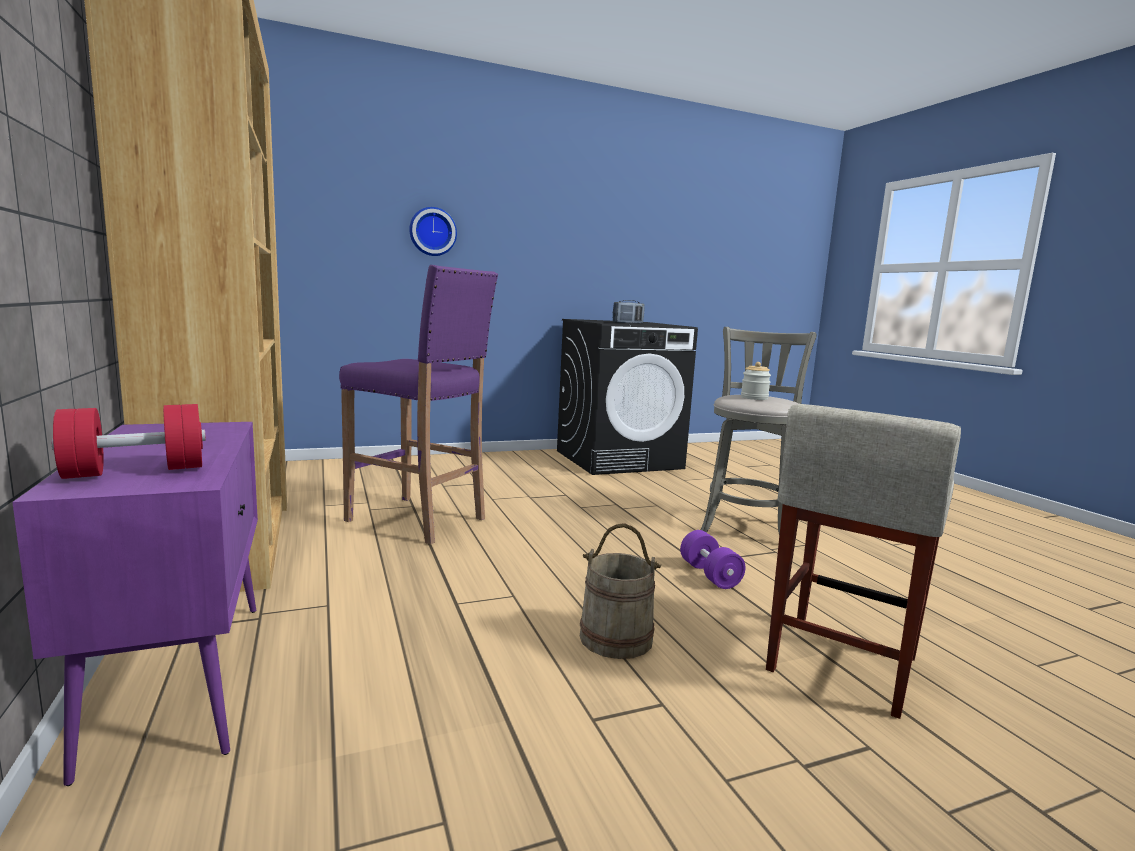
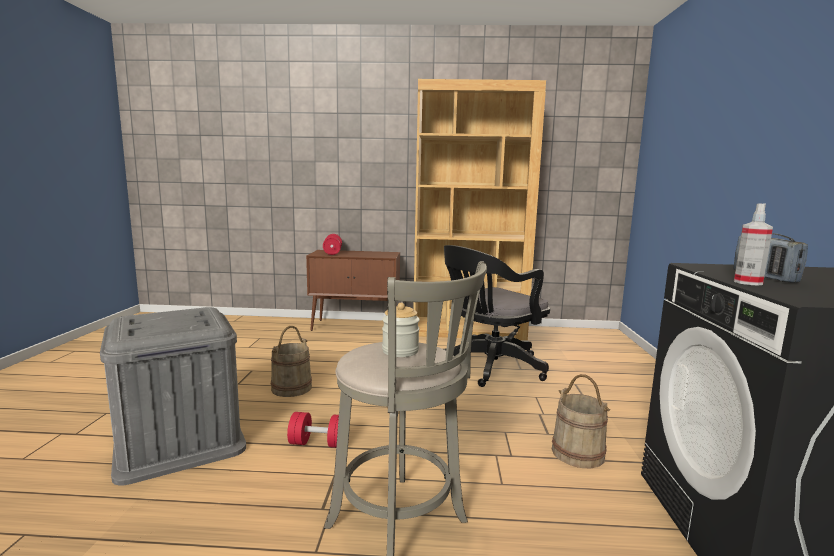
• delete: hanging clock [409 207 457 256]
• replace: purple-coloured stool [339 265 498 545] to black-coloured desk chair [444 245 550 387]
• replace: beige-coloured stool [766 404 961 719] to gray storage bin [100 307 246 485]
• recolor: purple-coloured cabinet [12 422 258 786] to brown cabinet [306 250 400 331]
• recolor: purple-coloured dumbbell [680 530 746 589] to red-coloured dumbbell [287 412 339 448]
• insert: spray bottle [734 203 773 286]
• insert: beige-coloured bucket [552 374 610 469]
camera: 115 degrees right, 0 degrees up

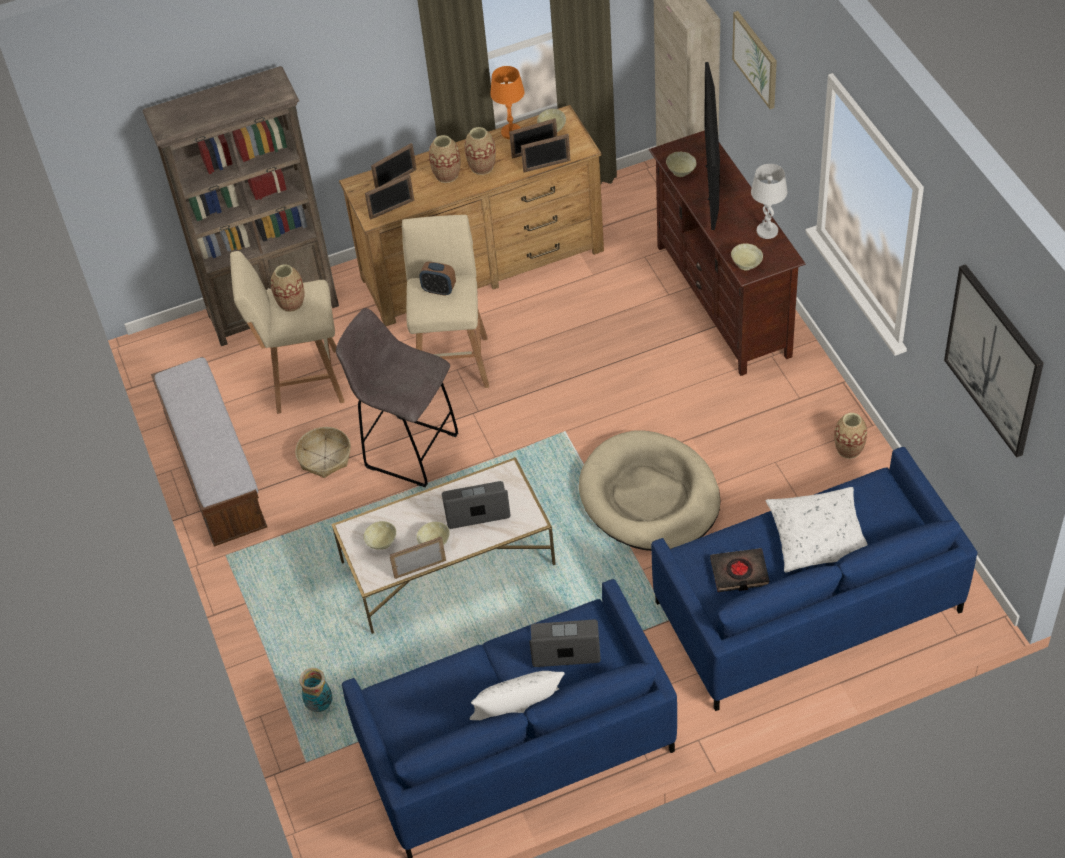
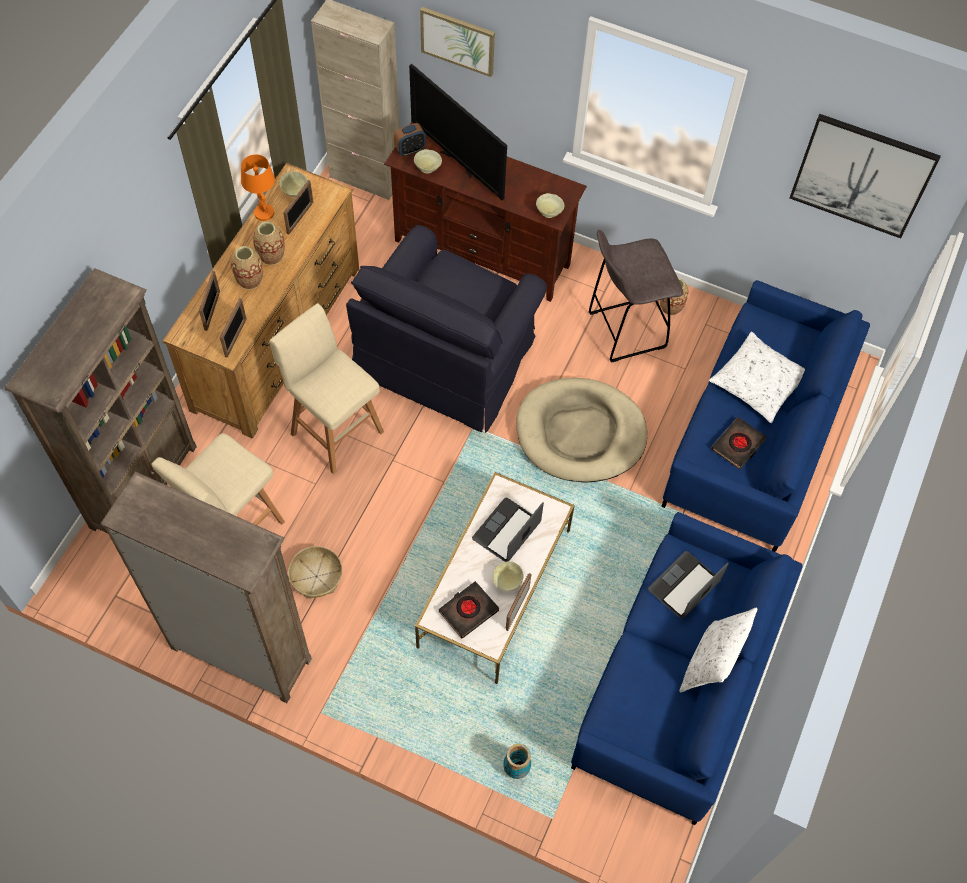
• delete: photo frame [521 134 570 173]
• delete: white lamp for a table [751 164 788 239]
• move: alarm clock [419 262 456 296] to [394 123 426 156]
• delete: vase [271 264 304 312]
• move: gray stool [336 308 458 487] to [588 230 684 363]
• replace: bench [151 357 267 546] to brown bookcase [100 471 312 703]
• replace: beige-coloured bowl [364 521 396 550] to black-coloured volume [439 581 499 639]
• insert: black-coloured lounge chair [346 225 547 433]
camera: 50 degrees left, 10 degrees up

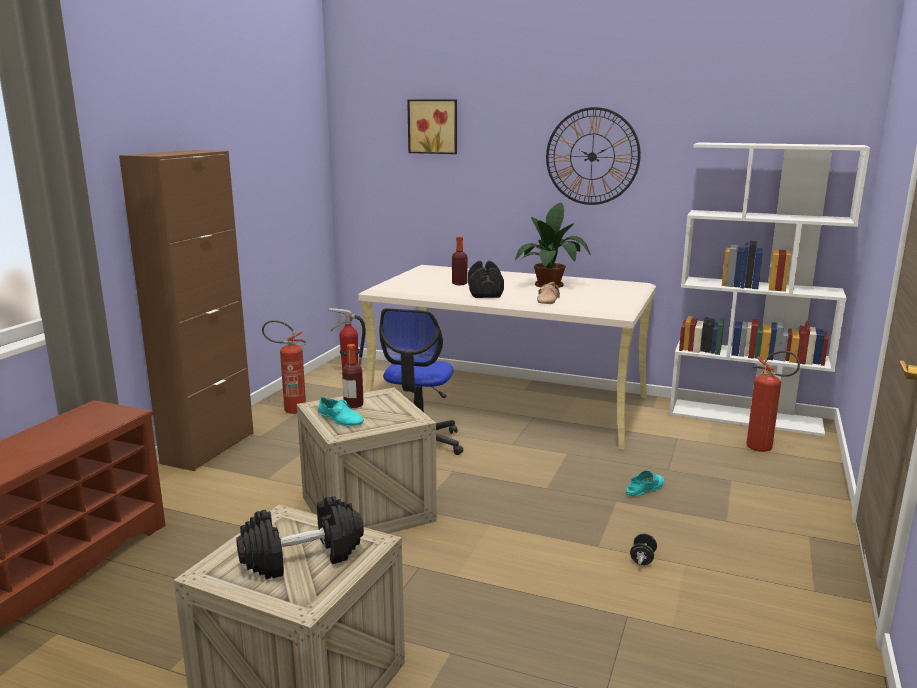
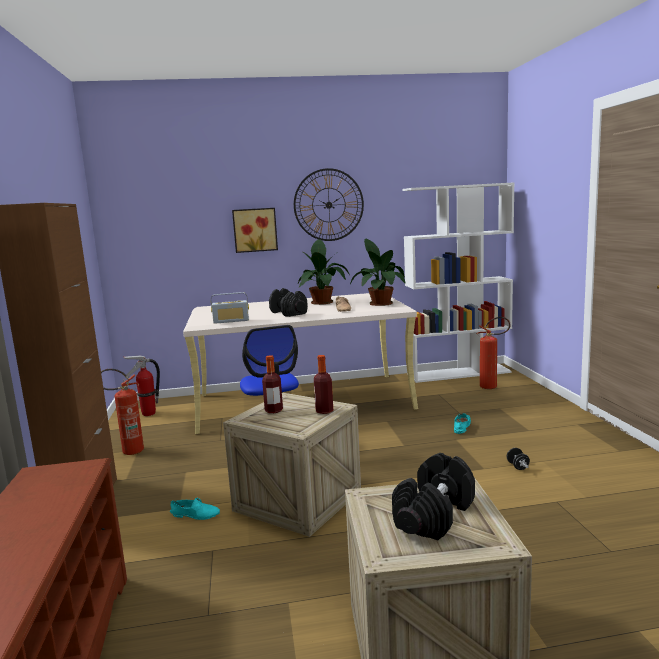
• move: wall art [407 99 457 154] to [232 208 278 253]
• move: bottle [452 236 467 286] to [314 355 333 414]
• move: turquoise shoe [318 397 364 426] to [170 498 220 520]
• insert: plant in a pot [350 238 405 306]
• insert: radio set [211 292 249 324]
camera: 30 degrees left, 5 degrees down

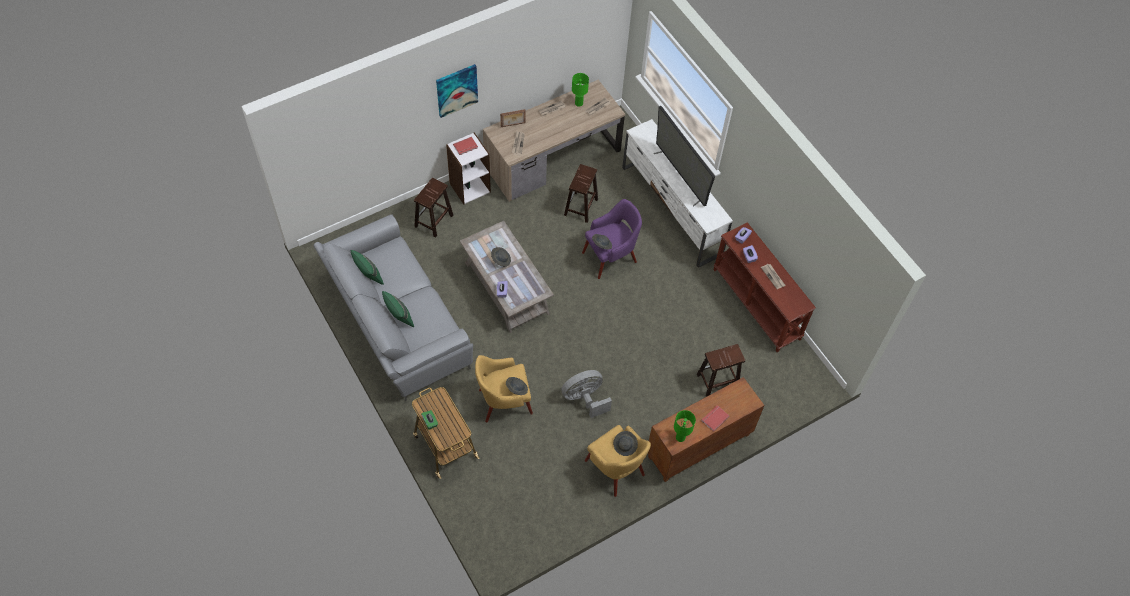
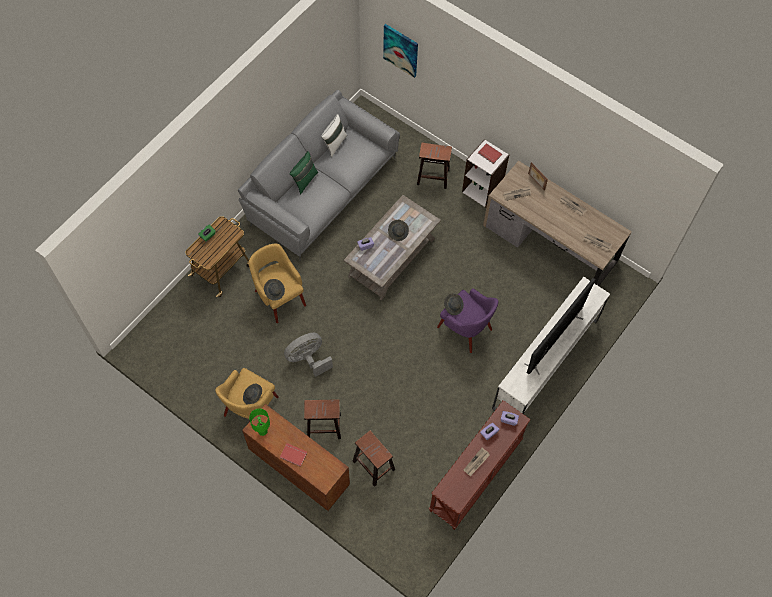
• move: wall art [436 64 478 118] to [383 24 418 78]
• delete: green lamp for a table [572 73 589 107]
• move: brown stool [564 164 598 223] to [304 399 341 439]
• recolor: green cushion [351 250 384 285] to white cushion [321 114 347 157]
• rotate: gray cooling fan [561 370 612 418] = [284 333 333 377] 75 degrees counterclockwise
camera: 70 degrees right, 5 degrees up

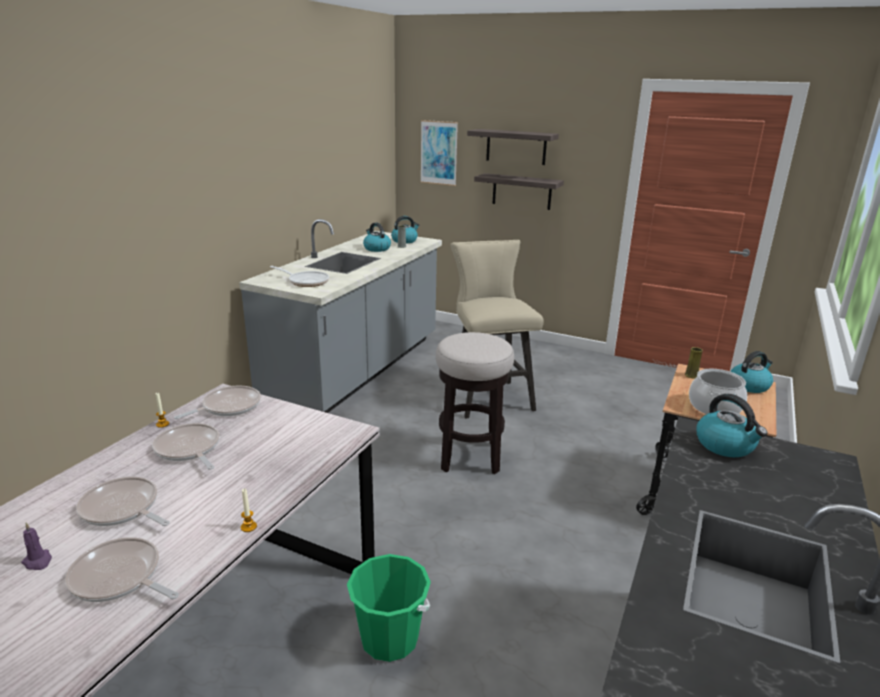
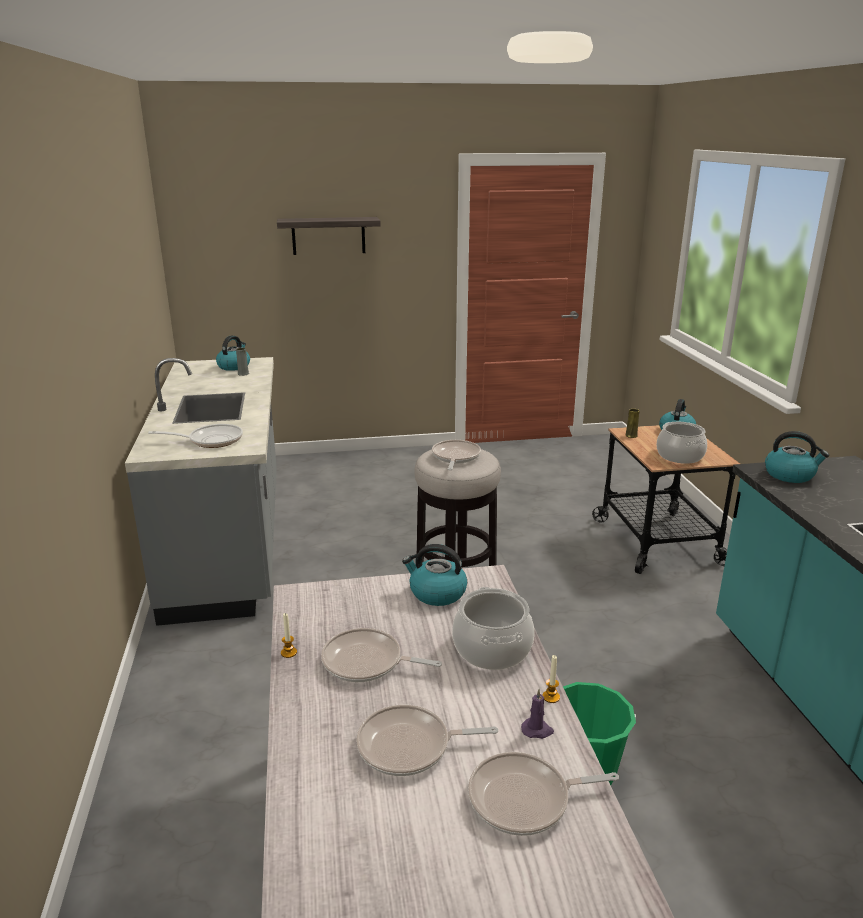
• delete: wall art [420 120 458 186]
• delete: shelf [474 173 564 210]
• move: kettle [363 222 391 252] to [402 544 467 606]
• delete: beige-coloured stool [450 240 544 419]
• move: pan [174 385 261 419] to [432 440 481 470]
• move: purple-coloured candle [21 522 52 570] to [521 689 554 739]
• insert: saucepot [452 587 534 670]
camera: 35 degrees left, 0 degrees up

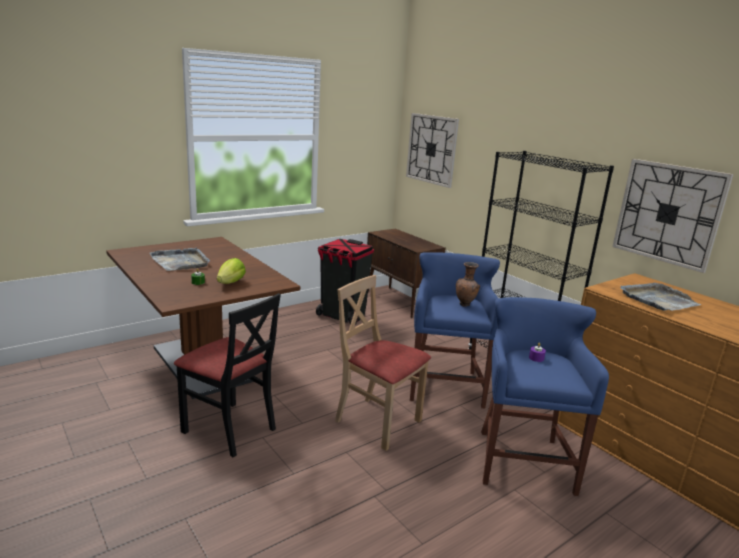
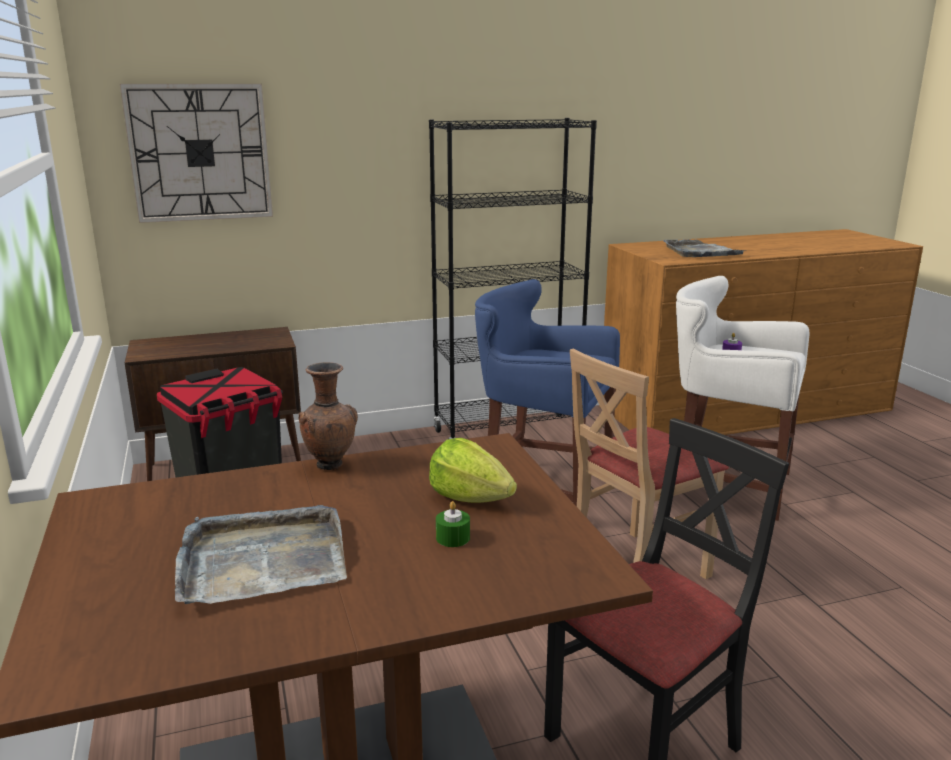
• delete: hanging clock [612 159 734 273]
• move: brown vase [456 262 480 307] to [298 362 358 470]
• recolor: blue-coloured stool [481 297 609 496] to white stool [676 276 809 521]
camera: 70 degrees left, 0 degrees up

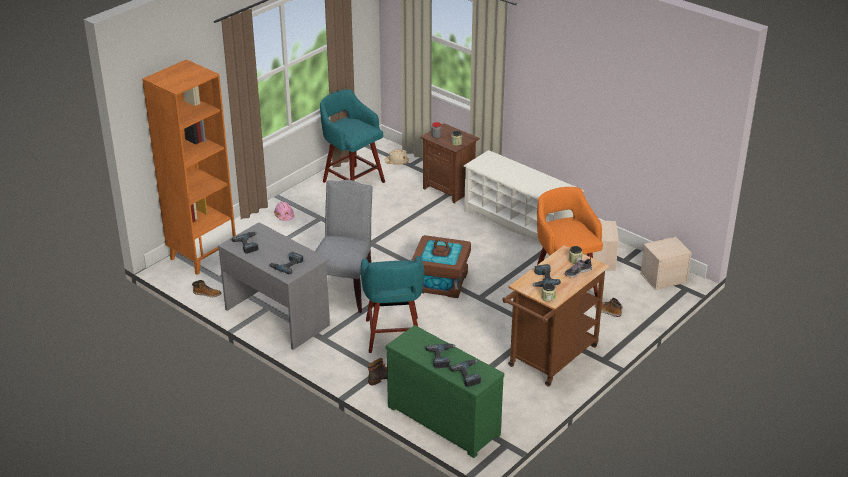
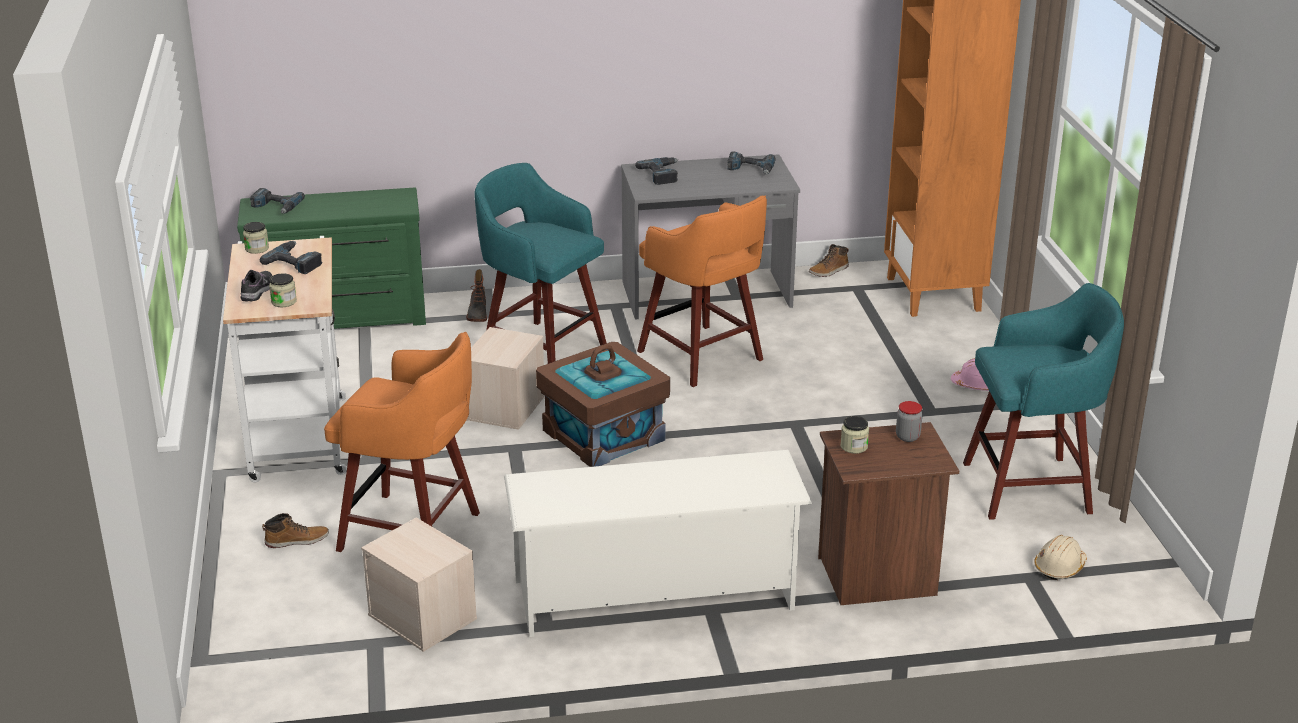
• replace: gray chair [315 180 372 313] to orange-coloured stool [637 195 767 387]
• move: beige-coloured storage bin [640 237 692 290] to [467 327 545 430]
• recolor: brown trolley [502 245 609 387] to white trolley [223 236 347 482]
• delete: electric drill [425 343 456 368]
camera: 130 degrees right, 5 degrees down

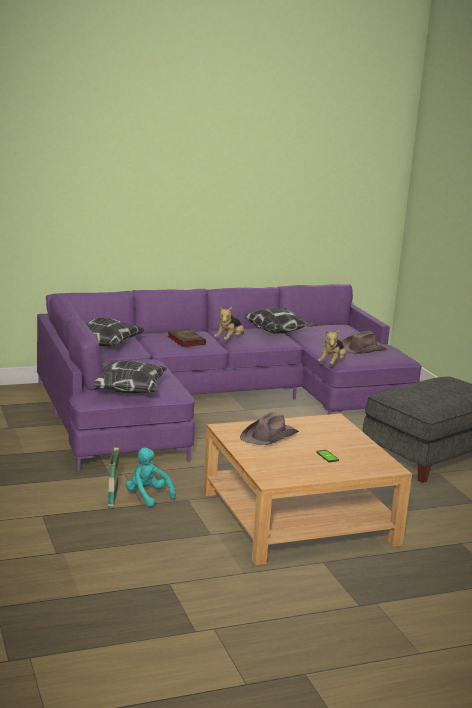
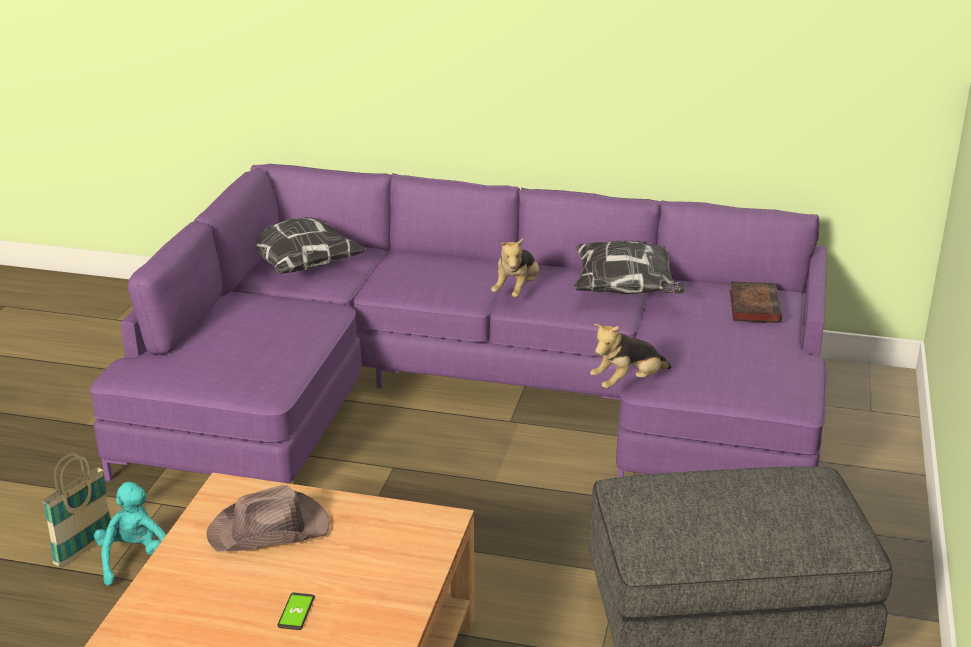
• rotate: cuddly toy [214 307 244 340] = [491 238 539 298] 45 degrees counterclockwise
• move: volume [167 329 206 347] to [730 282 782 323]
• delete: brown wearable hat [341 331 387 354]
• delete: cushion [91 360 167 394]
camera: 35 degrees right, 10 degrees up

